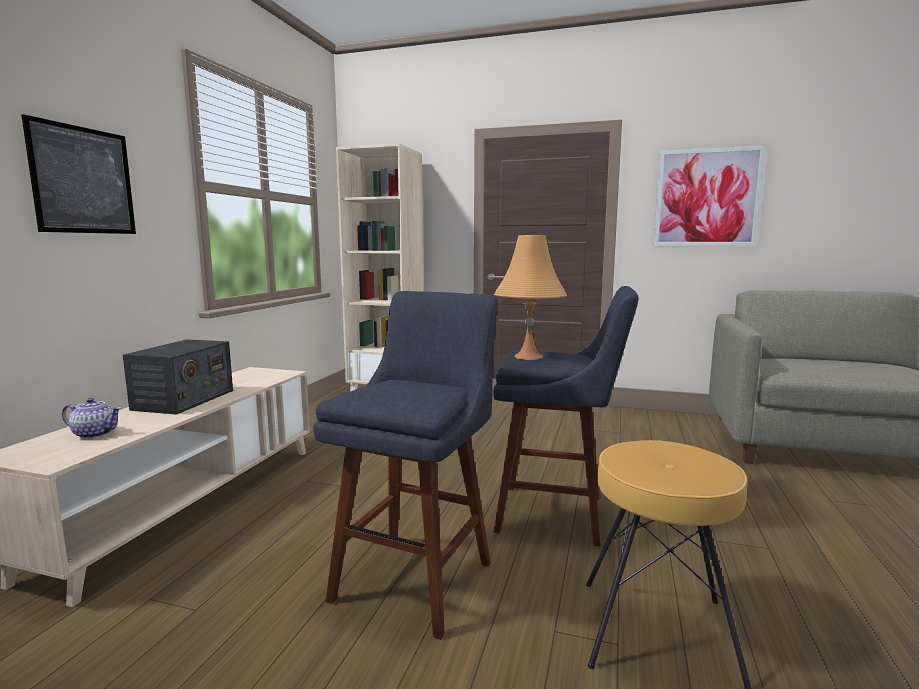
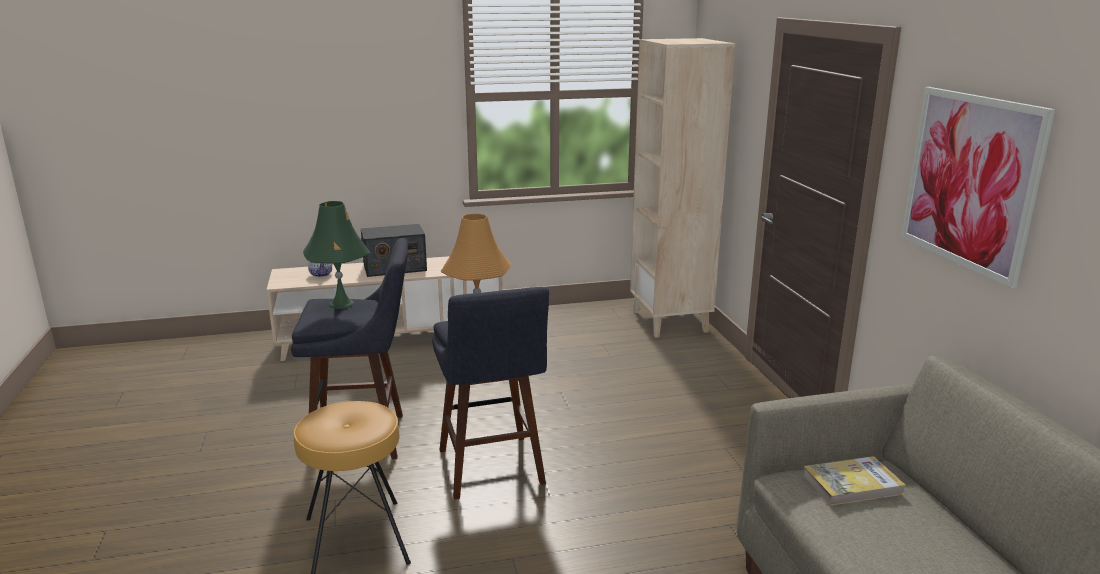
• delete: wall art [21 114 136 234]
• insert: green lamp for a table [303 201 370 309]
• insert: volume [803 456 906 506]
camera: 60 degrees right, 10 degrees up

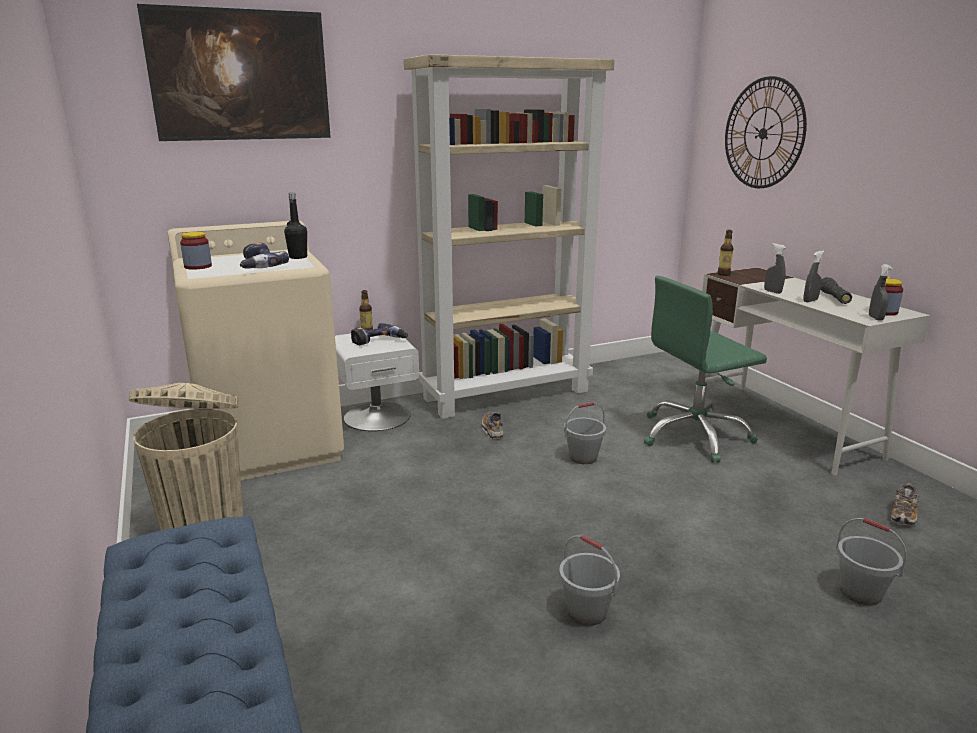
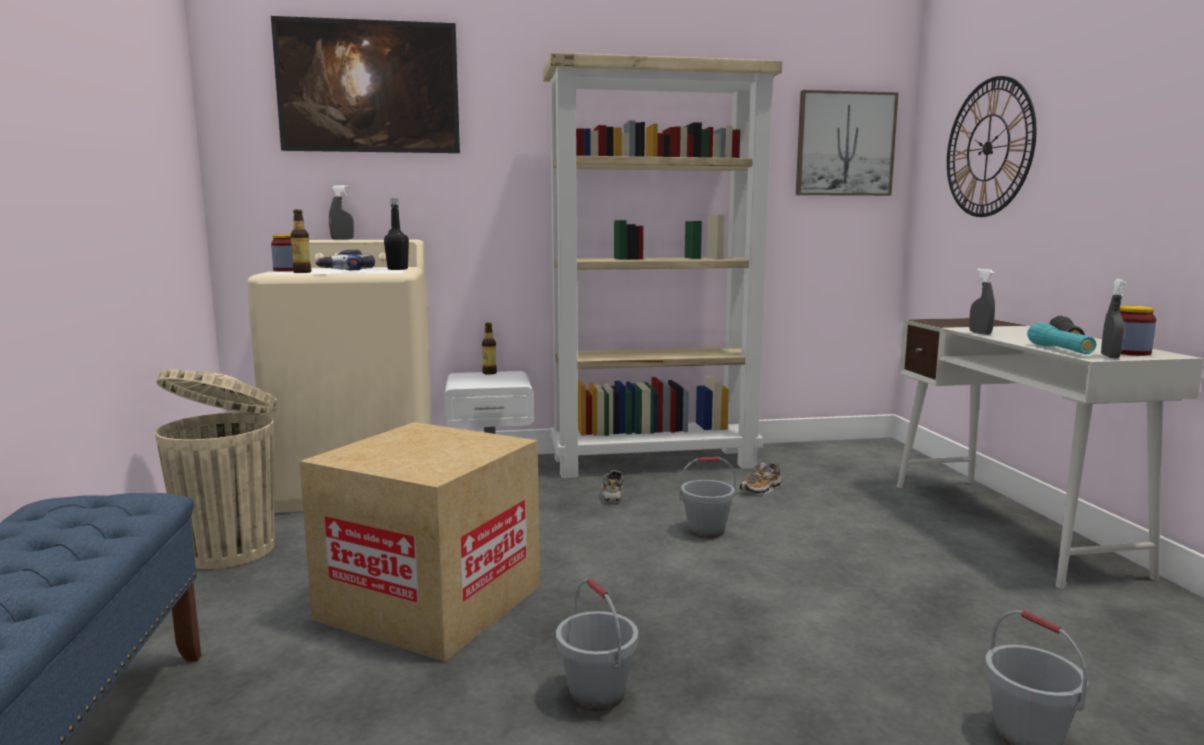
• move: bottle [718 230 734 276] to [291 210 311 273]
• move: gray spray bottle [803 251 824 303] to [329 185 354 240]
• delete: green desk chair [644 276 767 463]
• delete: electric drill [351 323 408 345]
• move: shoe [891 483 919 526] to [740 462 782 494]
• insert: wall art [796 90 899 196]
• insert: turquoise hand torch [1027 323 1096 354]
• insert: cardboard box [300 422 540 662]
camera: 15 degrees right, 10 degrees down

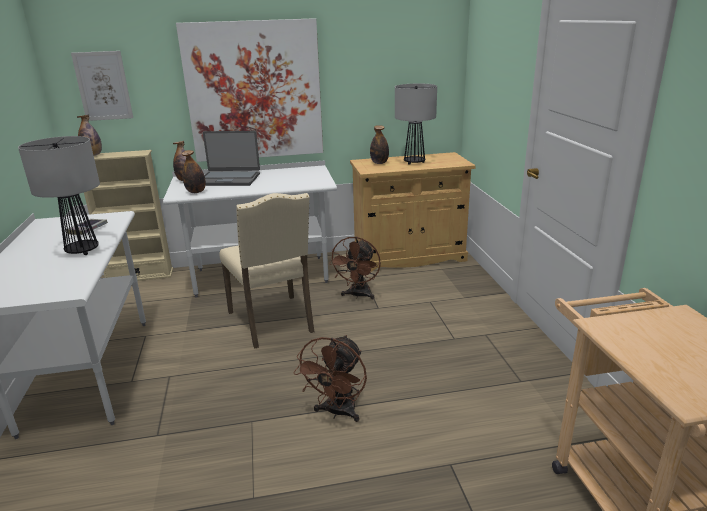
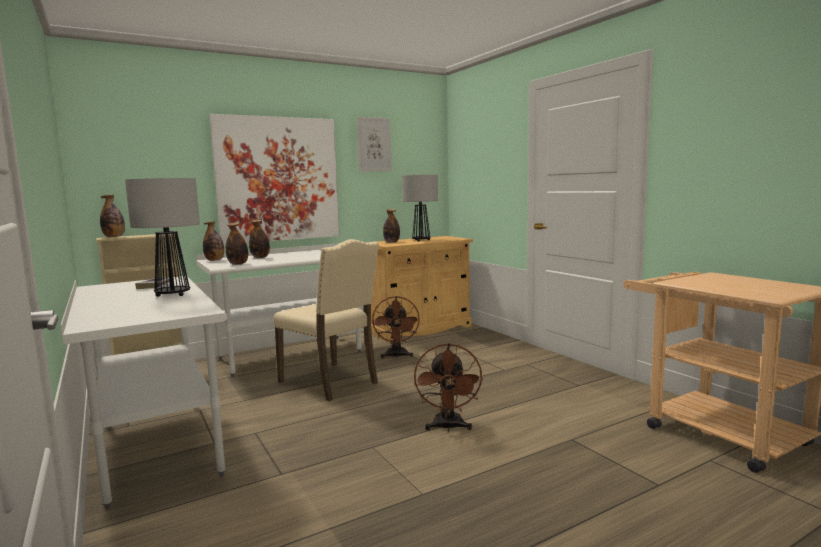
• move: wall art [71 51 133 121] to [356 117 392 172]
• replace: laptop [203 131 260 186] to bottle [249 220 270 258]
camera: 20 degrees left, 15 degrees down

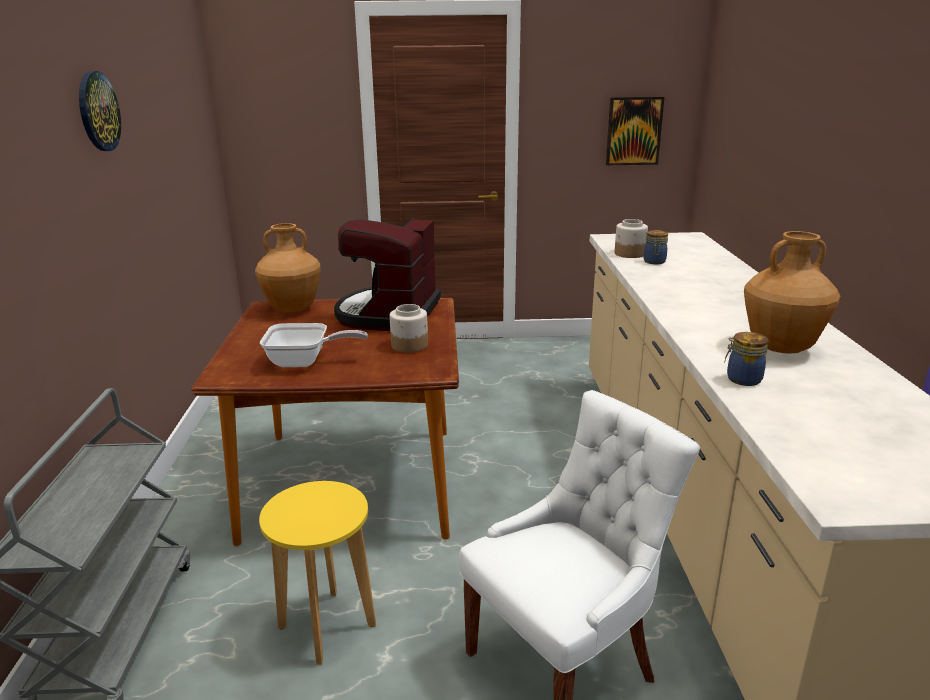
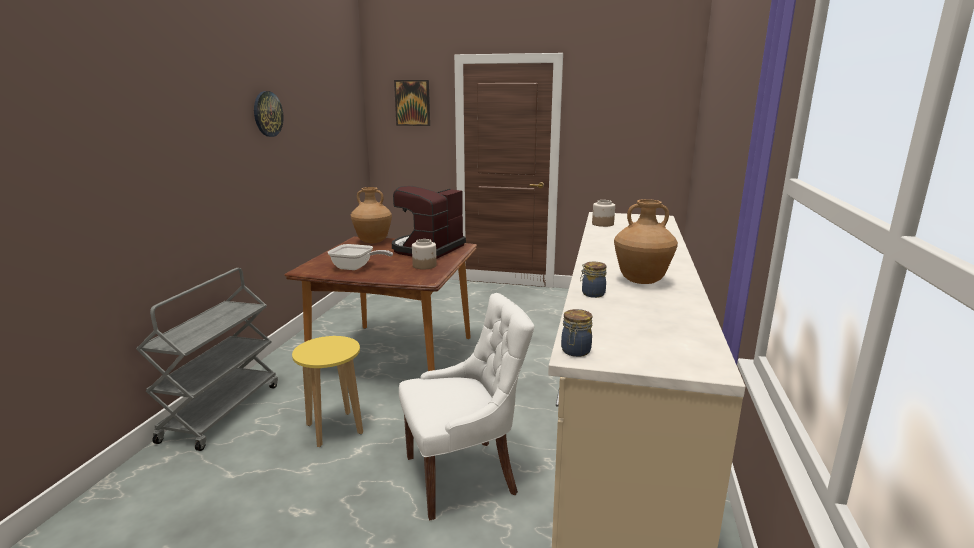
• move: wall art [606 97 664 165] to [394 80 430 126]
• move: storage jar [643 230 668 264] to [561 309 592 357]
camera: 15 degrees right, 5 degrees down

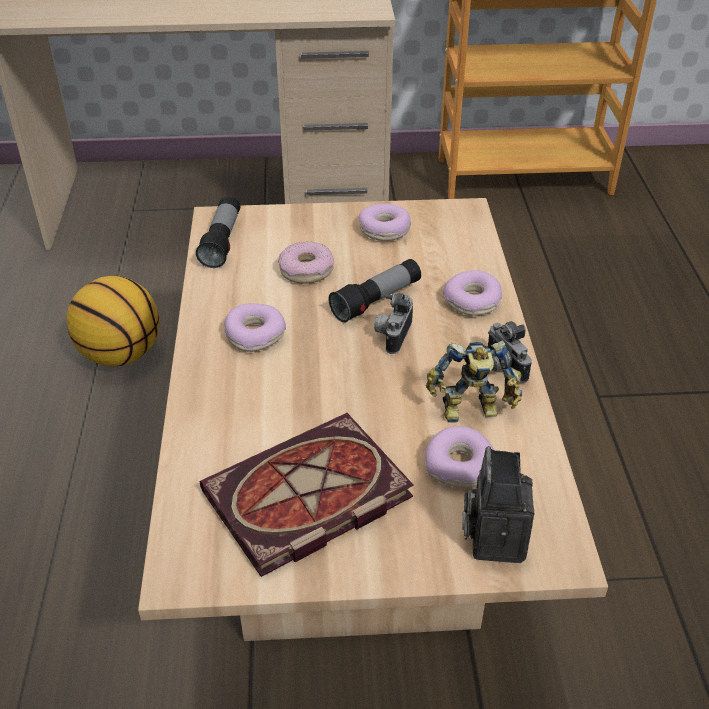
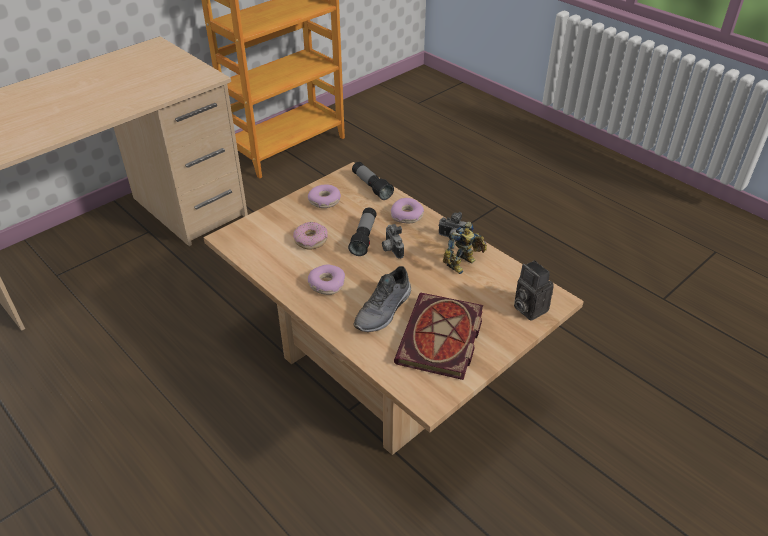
• move: hand torch [196 196 240 268] to [352 162 394 200]
• delete: basketball [67 276 159 366]
• delete: doughnut [424 426 494 487]
• insert: gray shoe [354 266 411 332]
camera: 40 degrees left, 0 degrees up

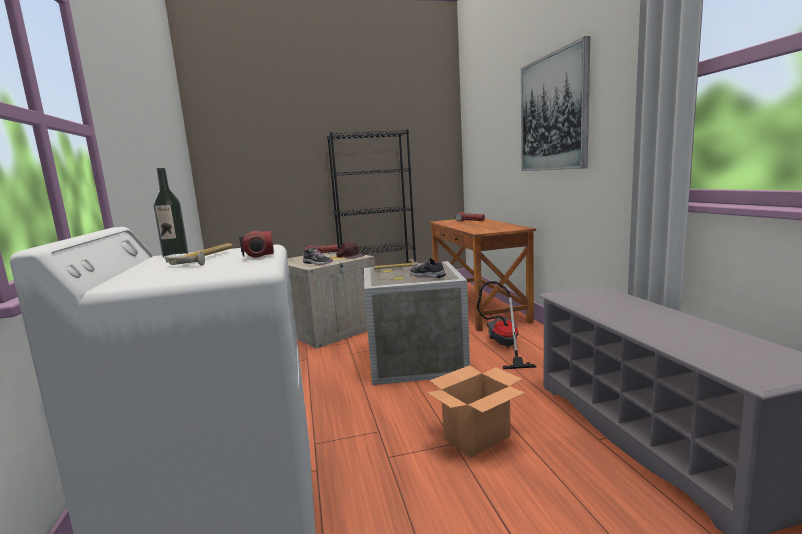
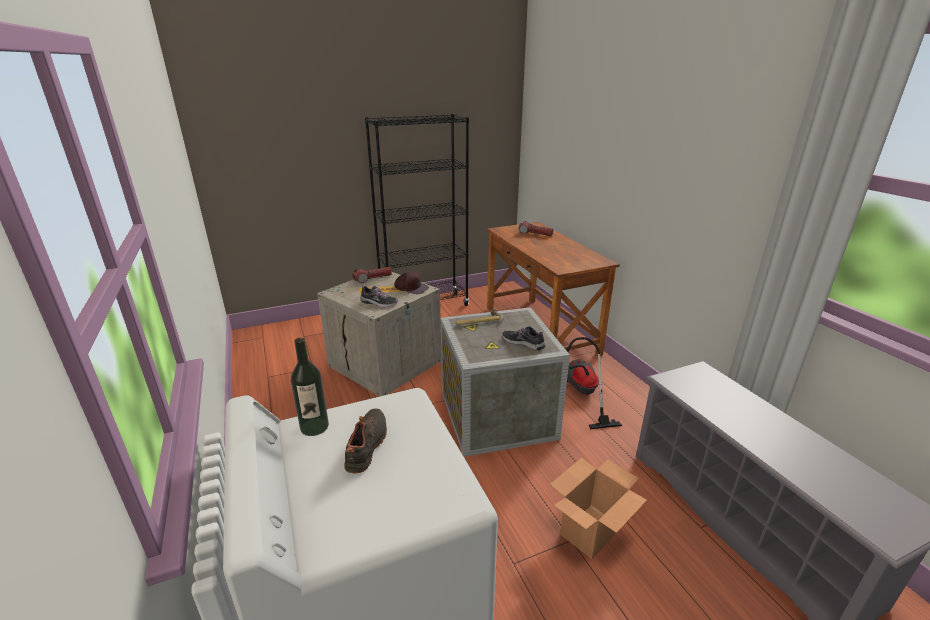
• delete: wall art [521 36 590 171]
• delete: hand torch [239 231 274 257]
• replace: hammer [165 243 233 266] to black-coloured shoe [344 408 387 473]
camera: 10 degrees left, 15 degrees up

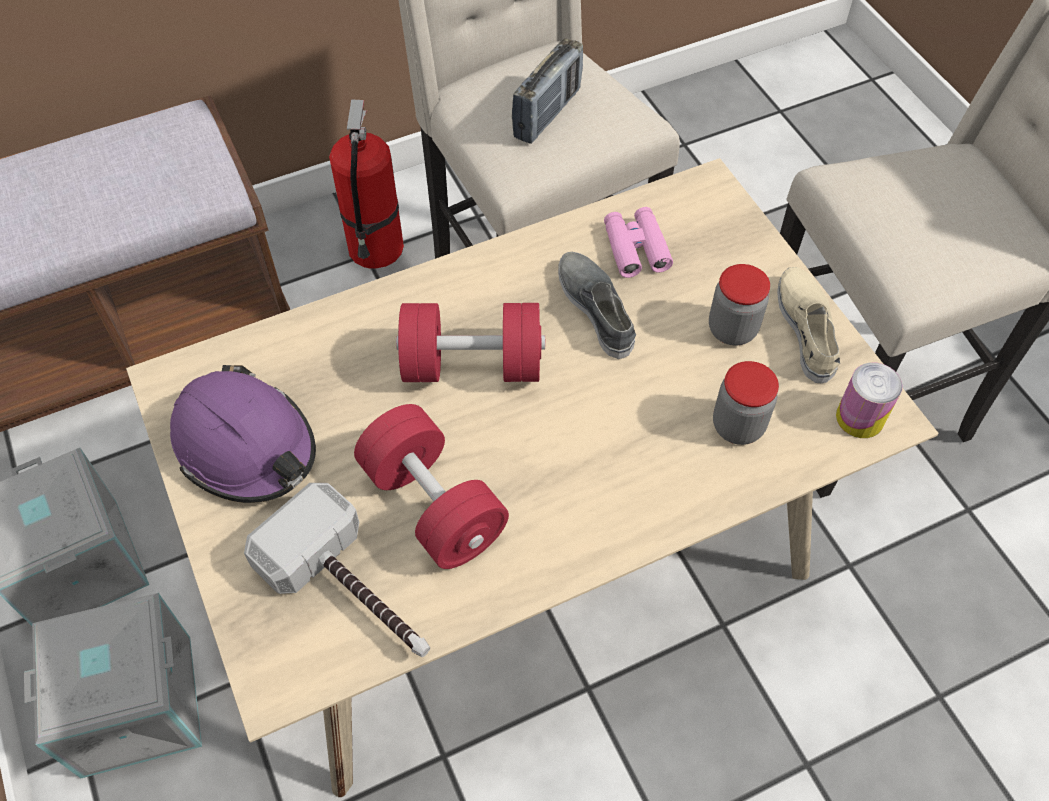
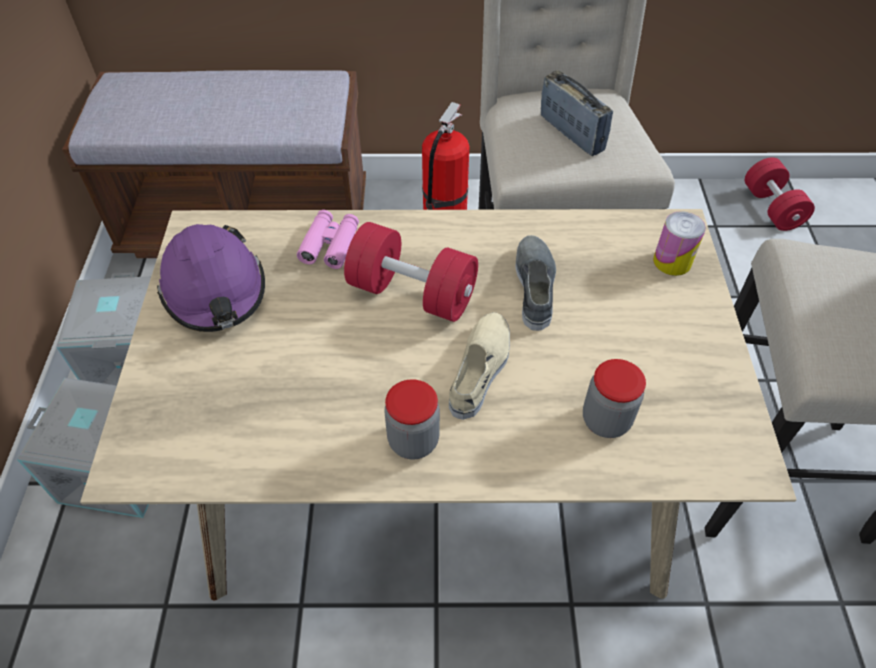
• rotate: radio set [512 38 583 144] = [541 70 613 156] 90 degrees counterclockwise
• move: pinkish binoculars [604 207 673 278] to [297 210 359 269]
• move: storage jar [709 264 770 345] to [384 379 440 460]
• move: beige-coloured shoe [777 267 840 383] to [449 312 510 420]
• move: metal can [836 362 902 438] to [653 211 706 276]
• move: red-coloured dumbbell [354 404 509 569] to [745 157 815 231]
• delete: hammer [244 483 430 657]
camera: 25 degrees right, 5 degrees down

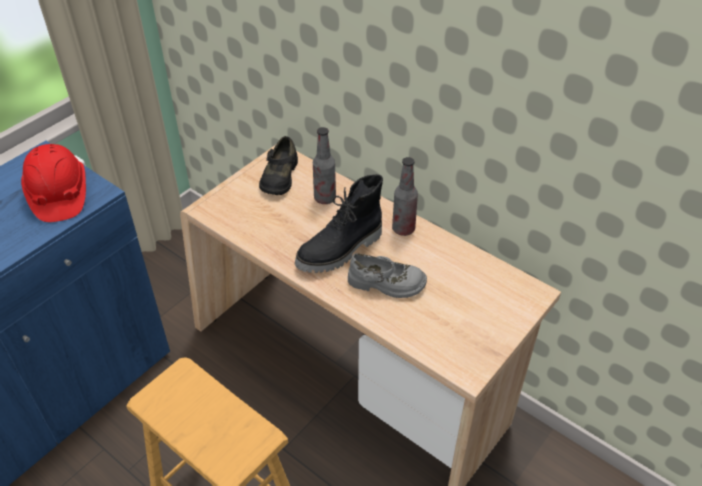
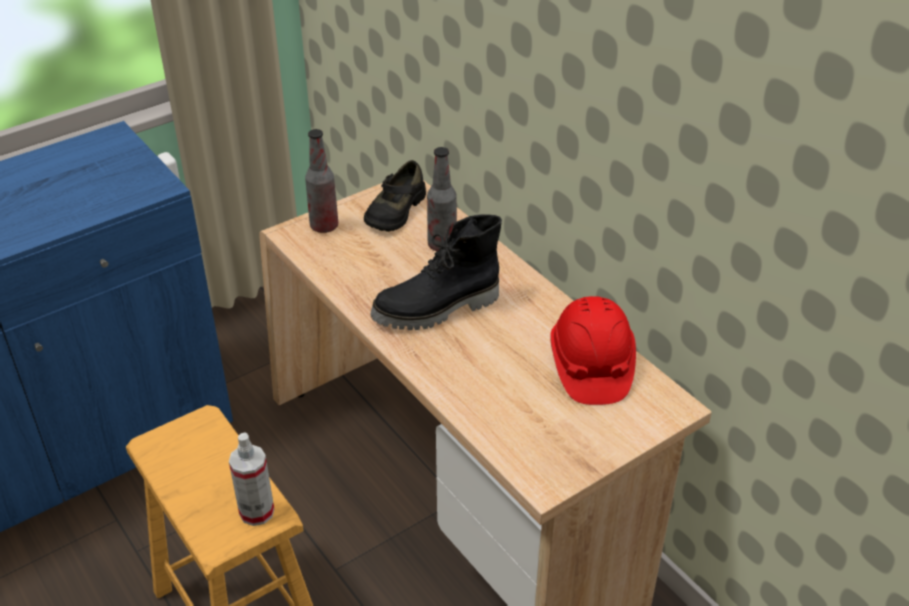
• move: red-coloured work helmet [21 144 86 222] to [550 296 636 405]
• move: bottle [392 157 418 236] to [305 129 338 233]
• delete: gray shoe [348 253 427 298]
• insert: spray bottle [229 432 274 526]
camera: 15 degrees right, 5 degrees down

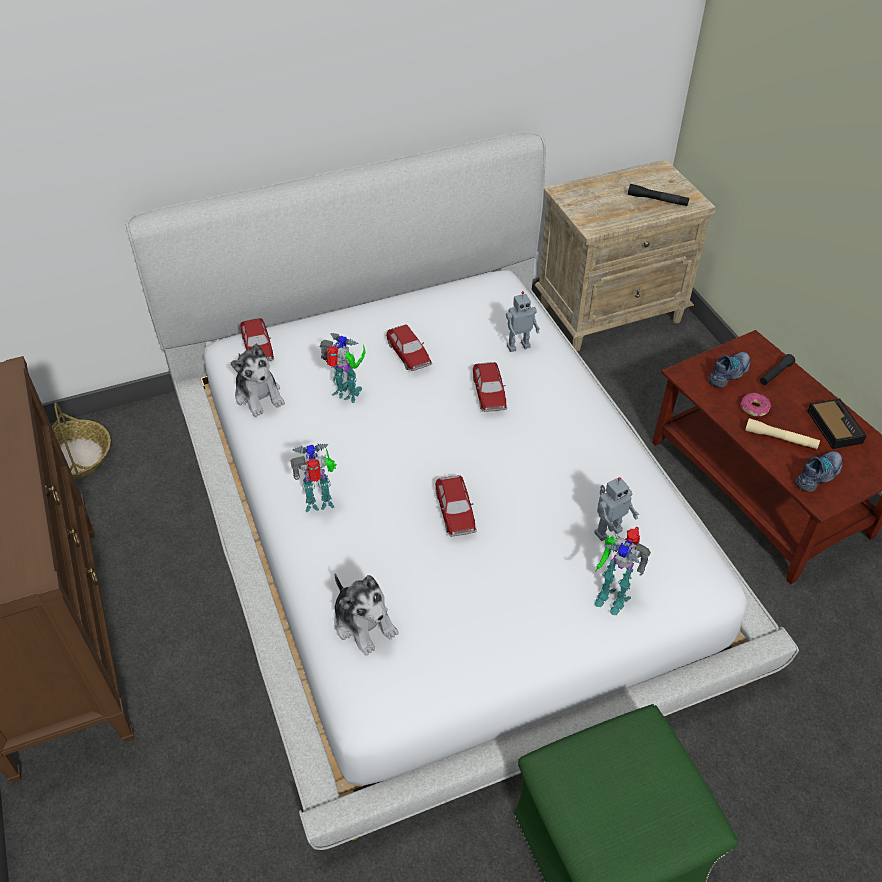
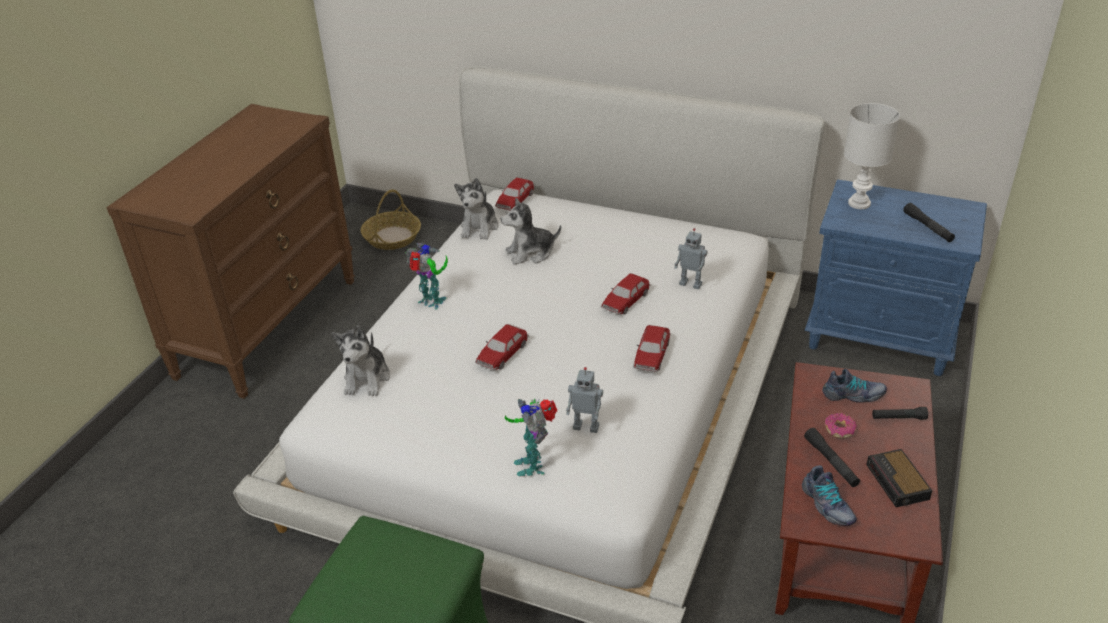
• recolor: beige-coloured night table [535 159 716 351] to blue-coloured night table [805 180 987 376]
• move: miniature car [386 324 432 371] to [633 325 671 372]
• replace: robot figure [319 333 365 403] to cuddly toy [500 198 561 265]
• rotate: alarm clock [807 398 867 449] = [866 449 932 507] 135 degrees clockwise
• recolor: beige-coloured hand torch [745 418 820 449] to black-coloured hand torch [804 428 860 487]
• rotate: shoe [795 451 843 492] = [802 465 857 526] 60 degrees clockwise
• insert: white lamp for a table [844 103 900 209]
camera: 45 degrees right, 10 degrees down

